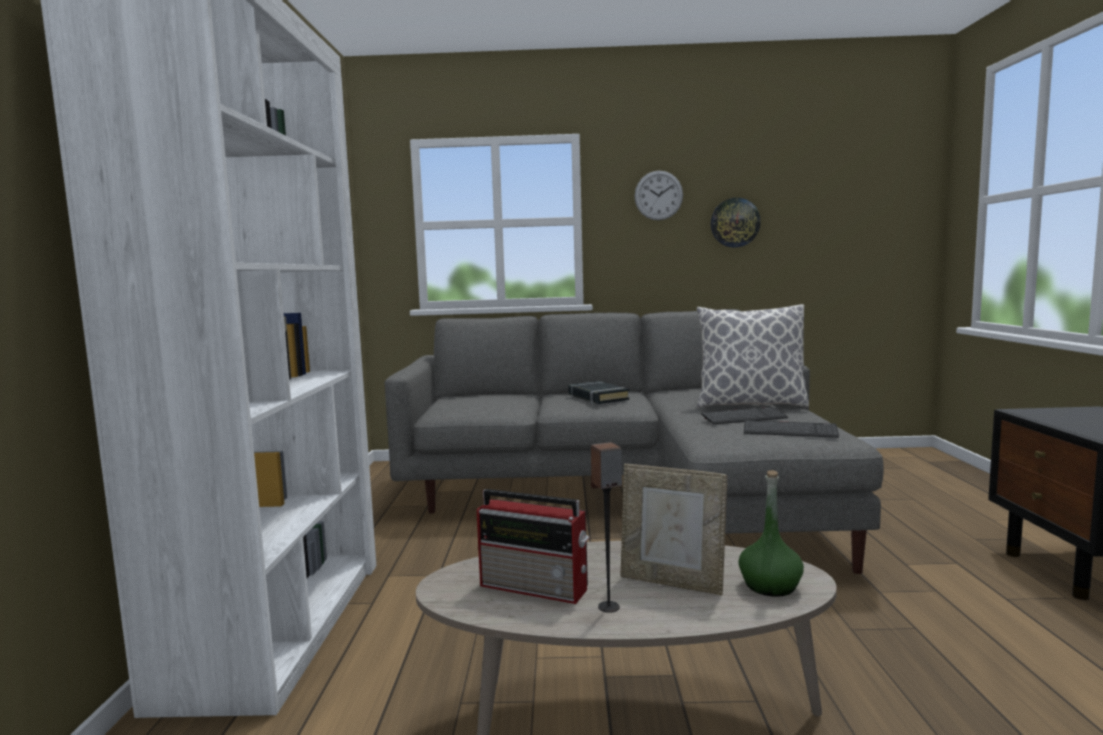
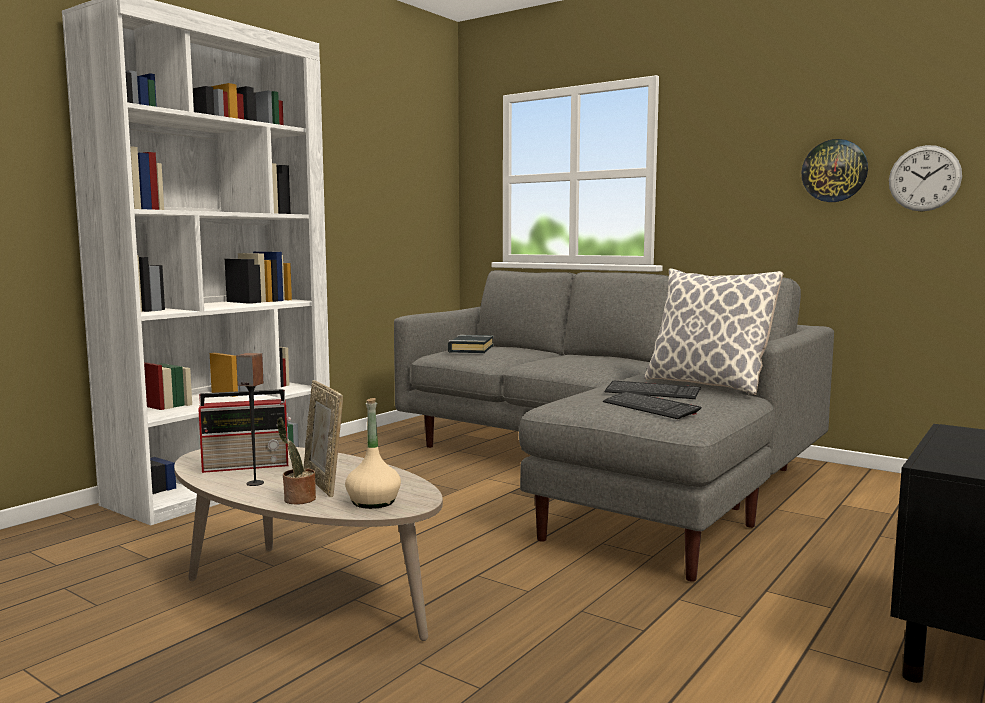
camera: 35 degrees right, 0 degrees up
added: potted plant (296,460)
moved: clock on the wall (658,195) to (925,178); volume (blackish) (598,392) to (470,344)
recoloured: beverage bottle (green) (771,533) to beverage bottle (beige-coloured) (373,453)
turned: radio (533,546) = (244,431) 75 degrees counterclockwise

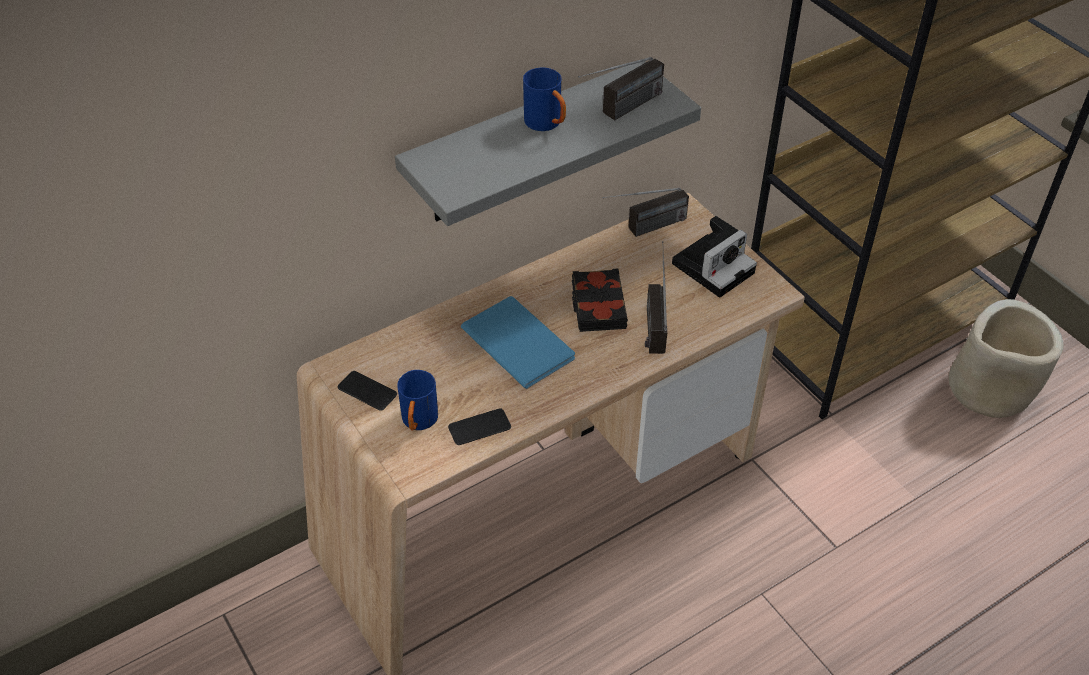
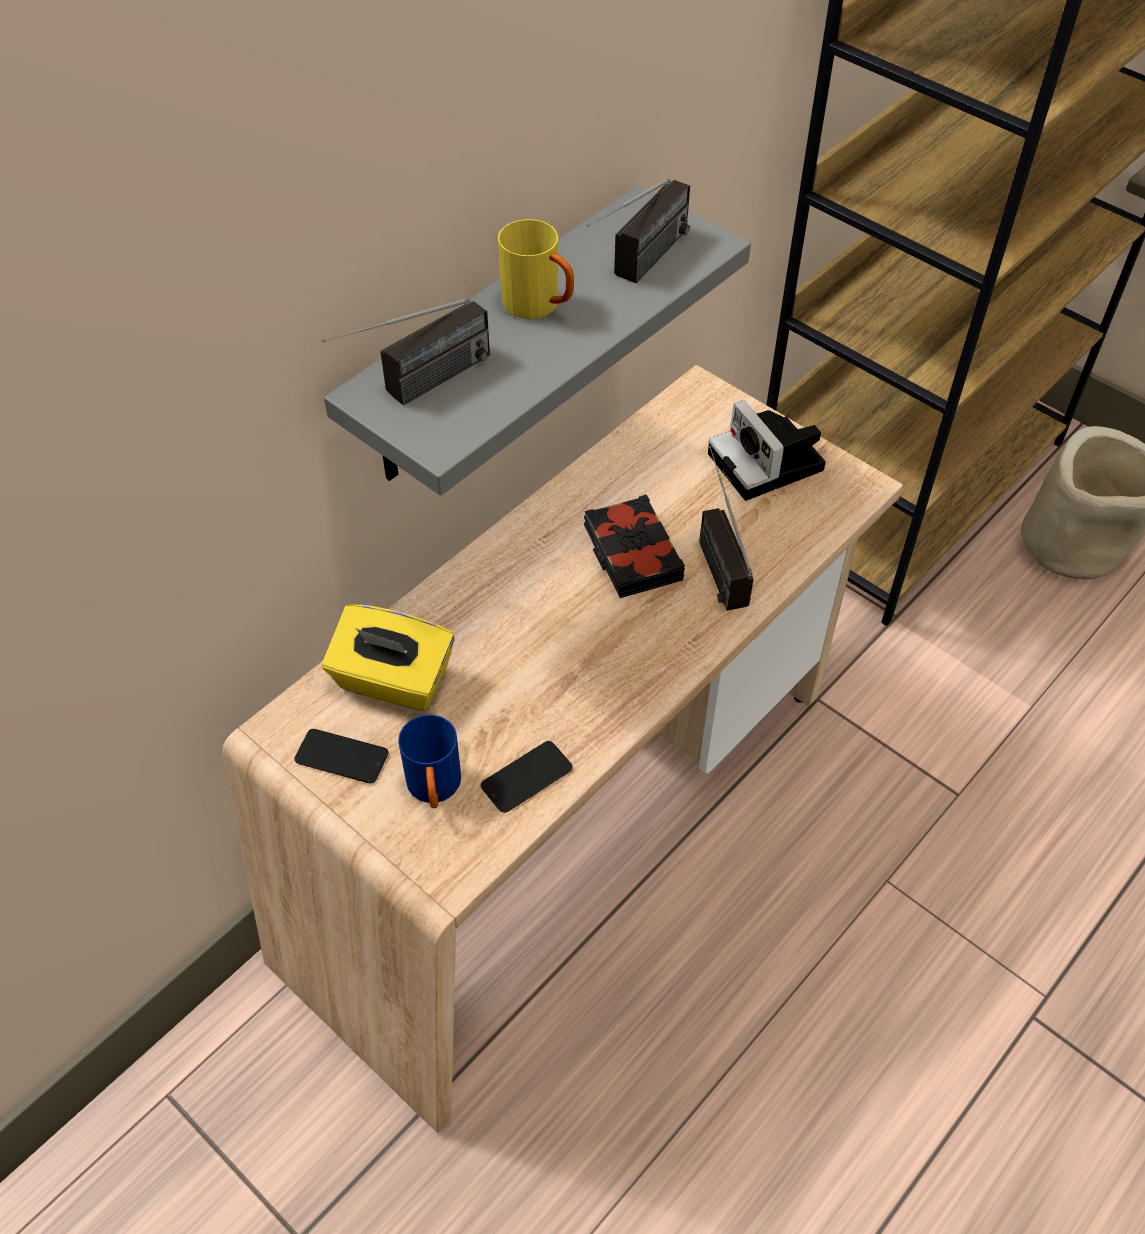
camera: 15 degrees left, 5 degrees up
removed: volume (blue) (518,342)
added: tissue box (yellowish) (388,658)
moved: radio (645,212) to (406,352)
recoloured: mug (blue) (544,99) to mug (yellowish) (536,269)
turned: still camera (714,257) = (767,450) 120 degrees clockwise

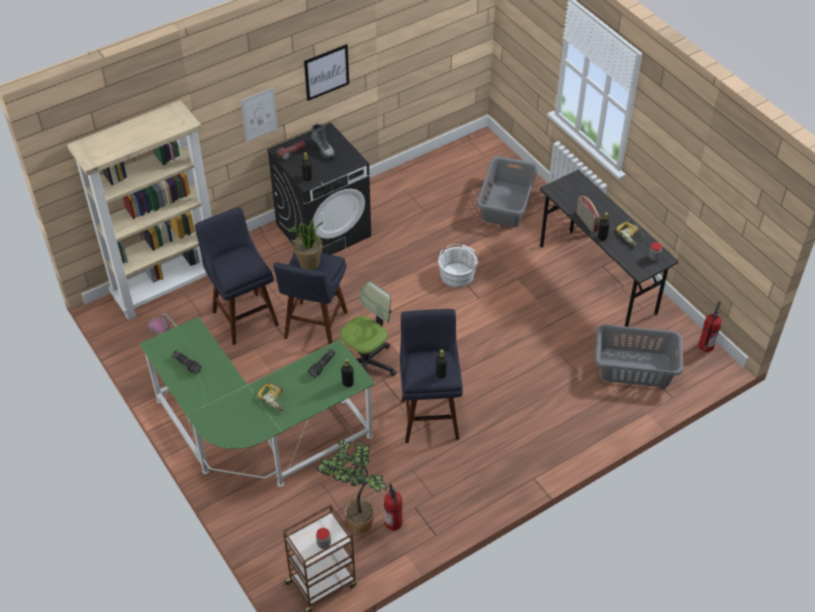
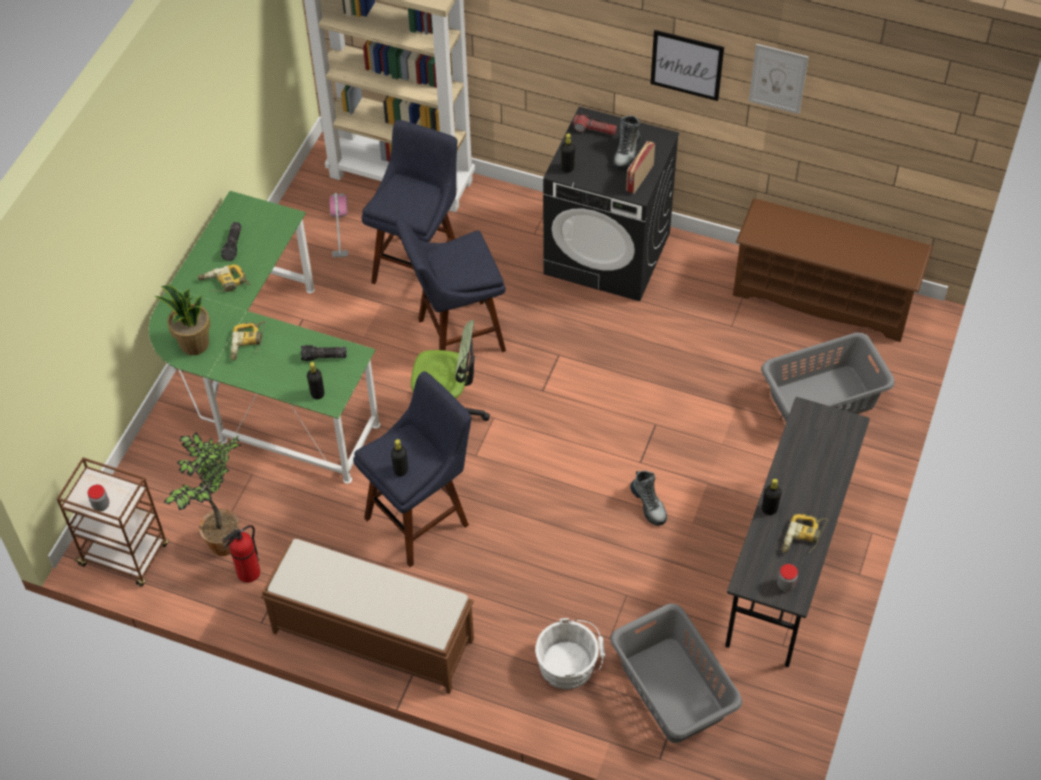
camera: 55 degrees right, 5 degrees up
removed: fire-fighting cylinder (710,326)
added: shoe stand (brown) (833,270); drill (224,278); tall boot (648,498); indoor bench (brown) (367,616)
moved: wall picture (259,115) to (779,79); radio (588,214) to (640,167); potted plant (306,245) to (182,320); pail (whitish) (459,266) to (570,653)

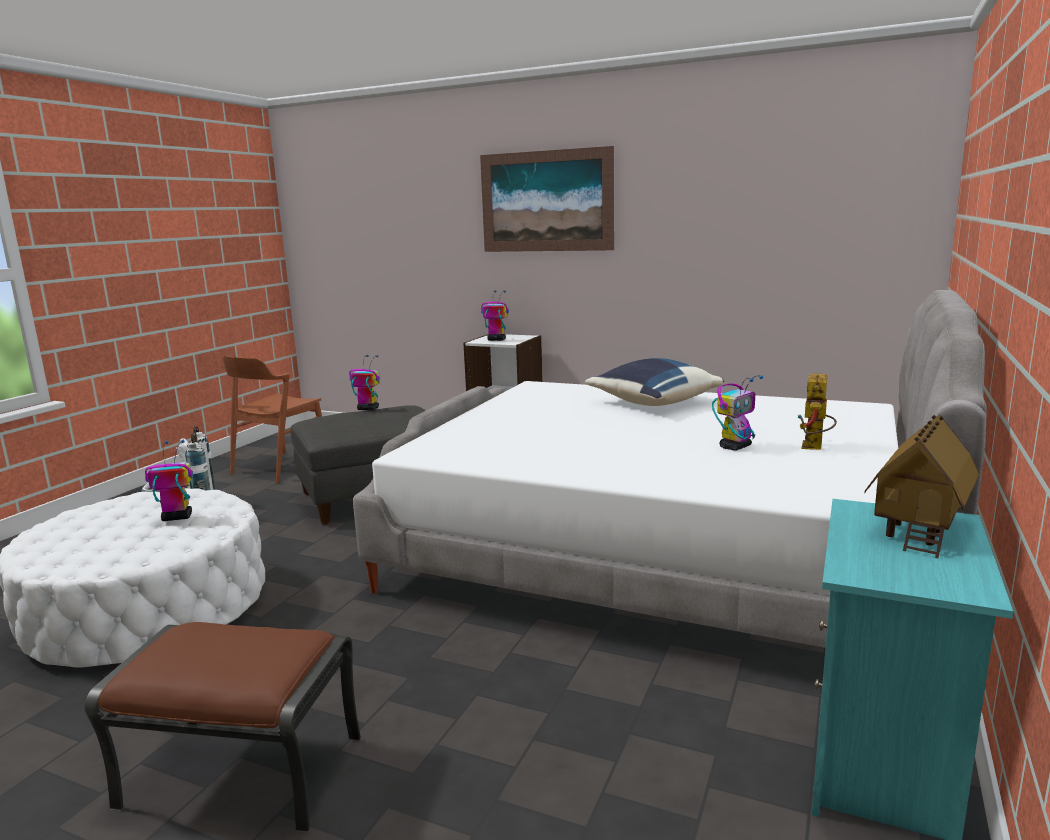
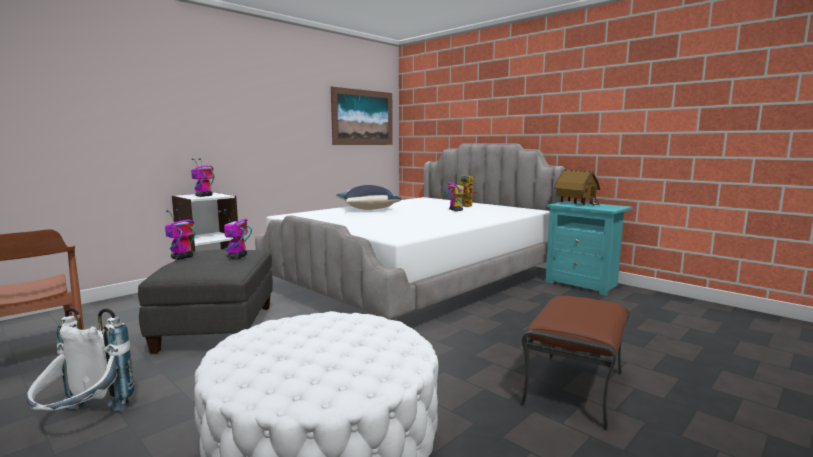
camera: 70 degrees left, 5 degrees down
moved: wall picture (547,199) to (362,116); model robot (169,480) to (235,234)

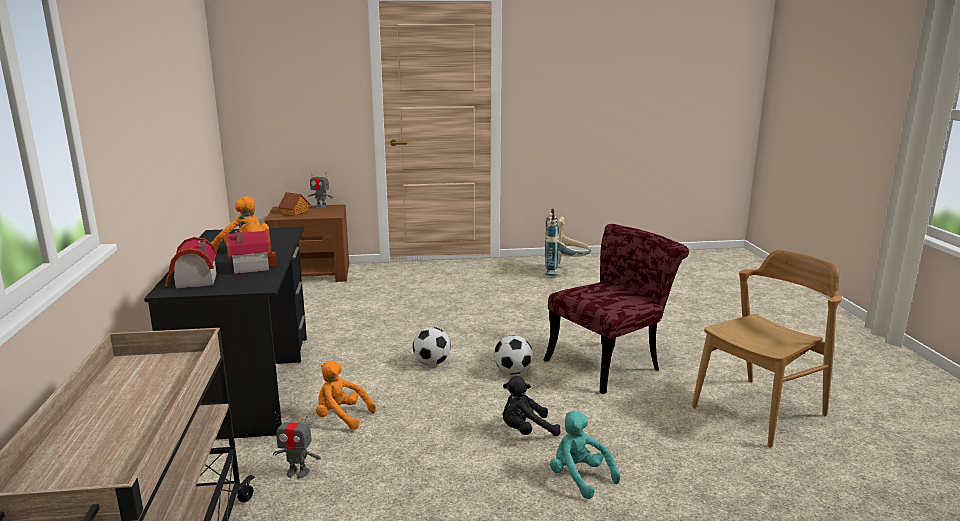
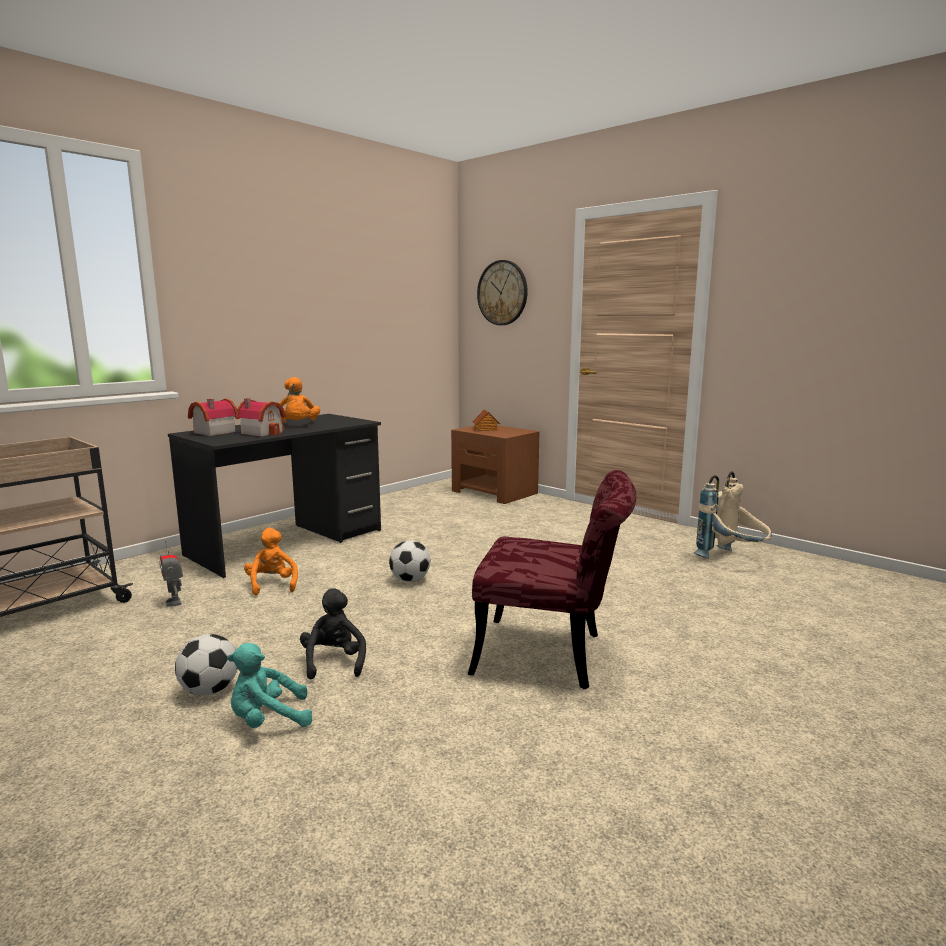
camera: 50 degrees right, 5 degrees down
removed: model robot (321,189); upright chair (brown) (767,349)
added: clock on the wall (502,292)
moved: football (513,354) to (206,665)
turned: plush toy (blackish) (531,406) = (333,633) 45 degrees clockwise; plush toy (blue-green) (585,455) = (269,685) 120 degrees counterclockwise

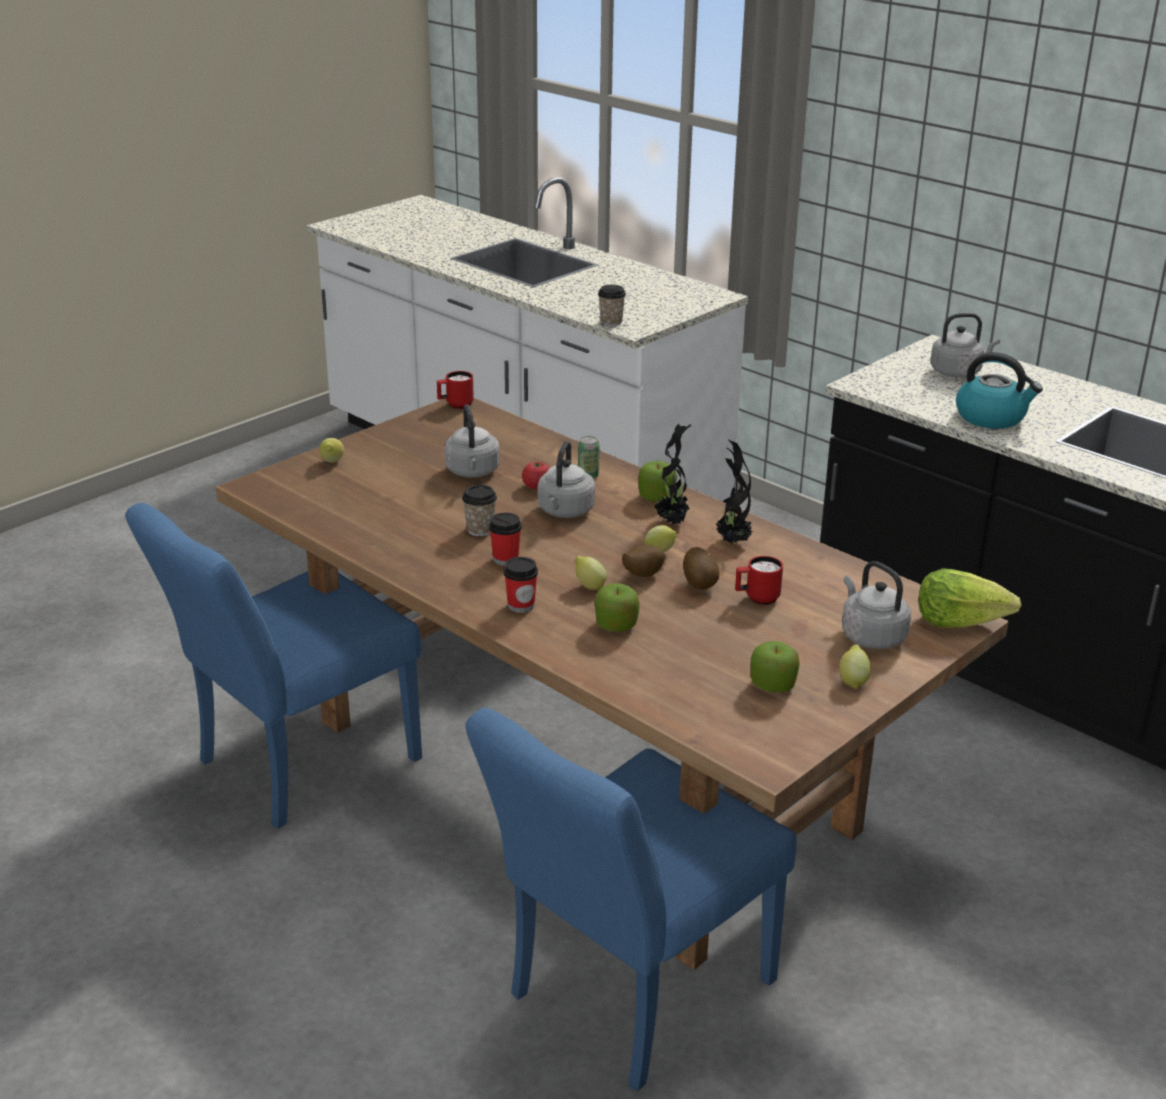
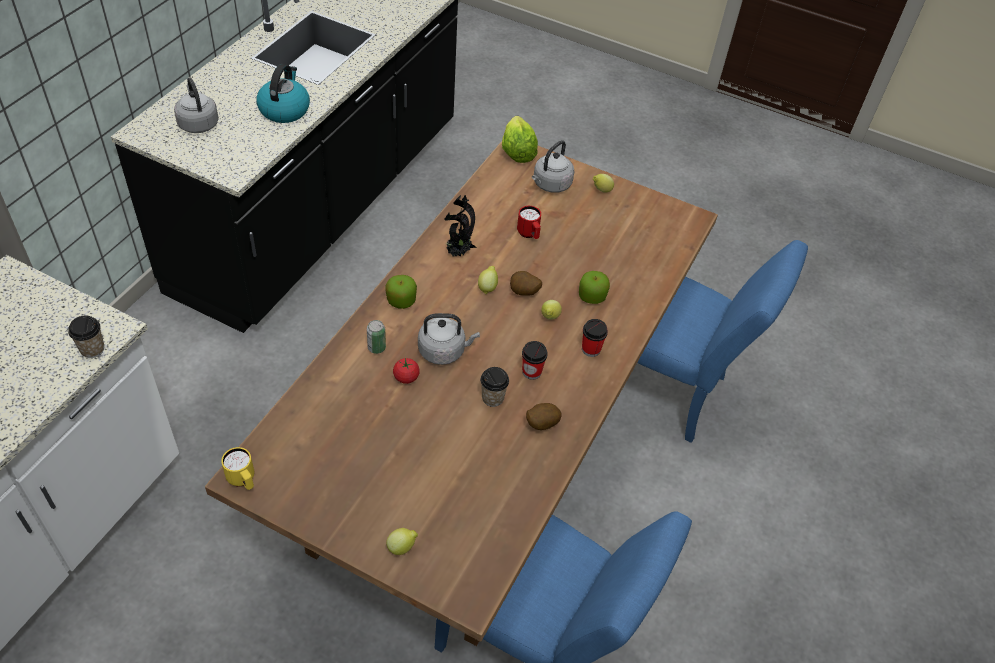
camera: 110 degrees left, 20 degrees up
removed: water kettle (gray) (472,441); potted plant (673,474); apple fruit (775,667)
moved: spud (701,568) to (544,416)
recoloured: mug (reddish) (455,390) to mug (yellowish) (237,468)

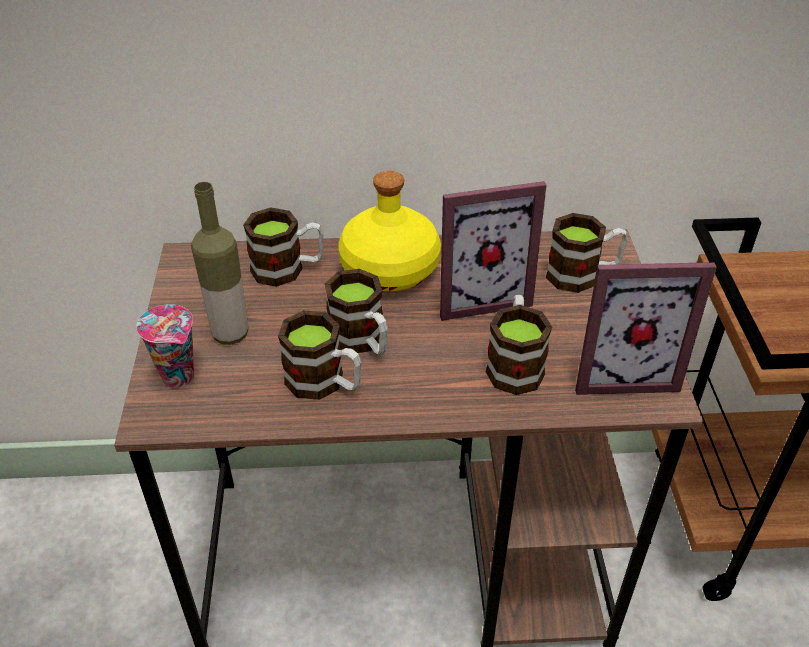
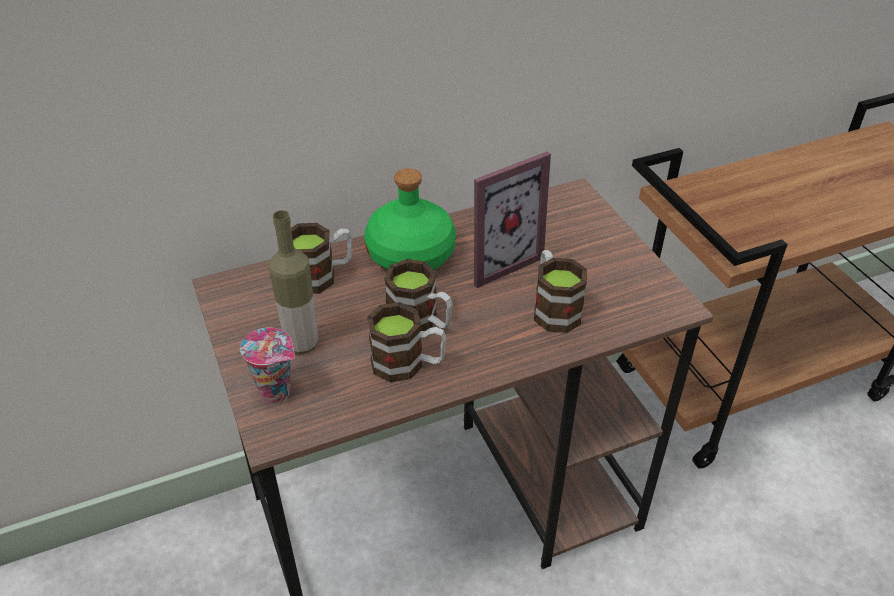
camera: 20 degrees left, 0 degrees up
removed: mug (587,253); picture frame (646,328)
recoloured: beverage bottle (yellowish) (389,231) to beverage bottle (green) (410,219)

